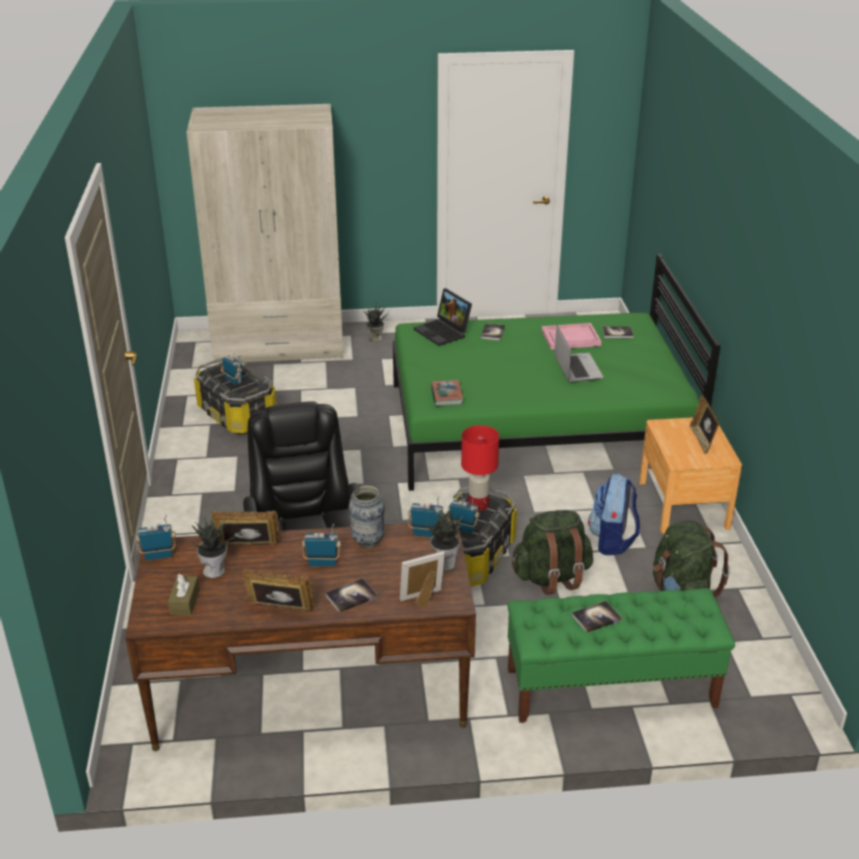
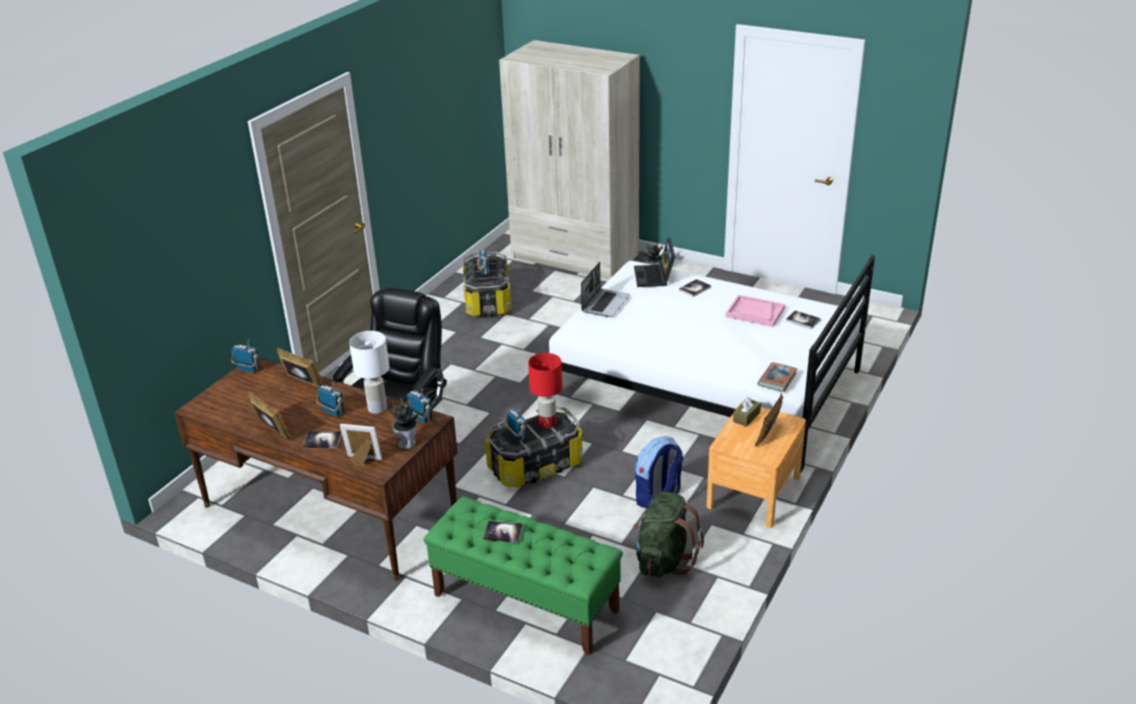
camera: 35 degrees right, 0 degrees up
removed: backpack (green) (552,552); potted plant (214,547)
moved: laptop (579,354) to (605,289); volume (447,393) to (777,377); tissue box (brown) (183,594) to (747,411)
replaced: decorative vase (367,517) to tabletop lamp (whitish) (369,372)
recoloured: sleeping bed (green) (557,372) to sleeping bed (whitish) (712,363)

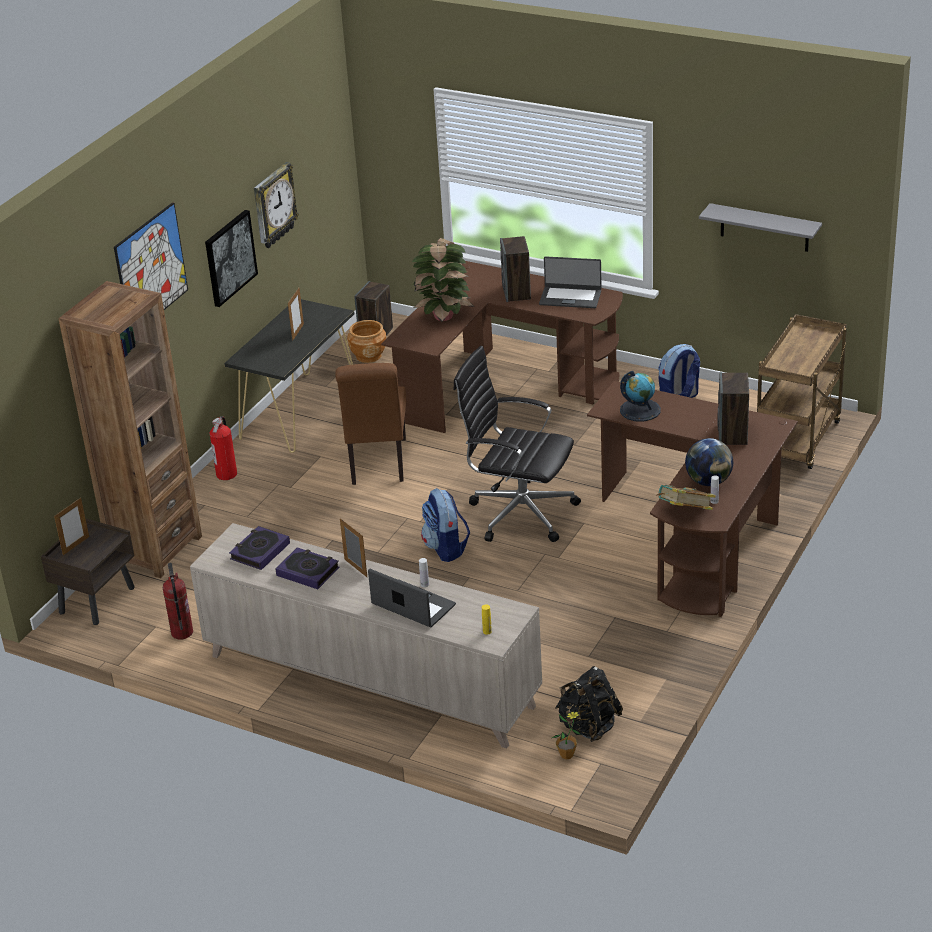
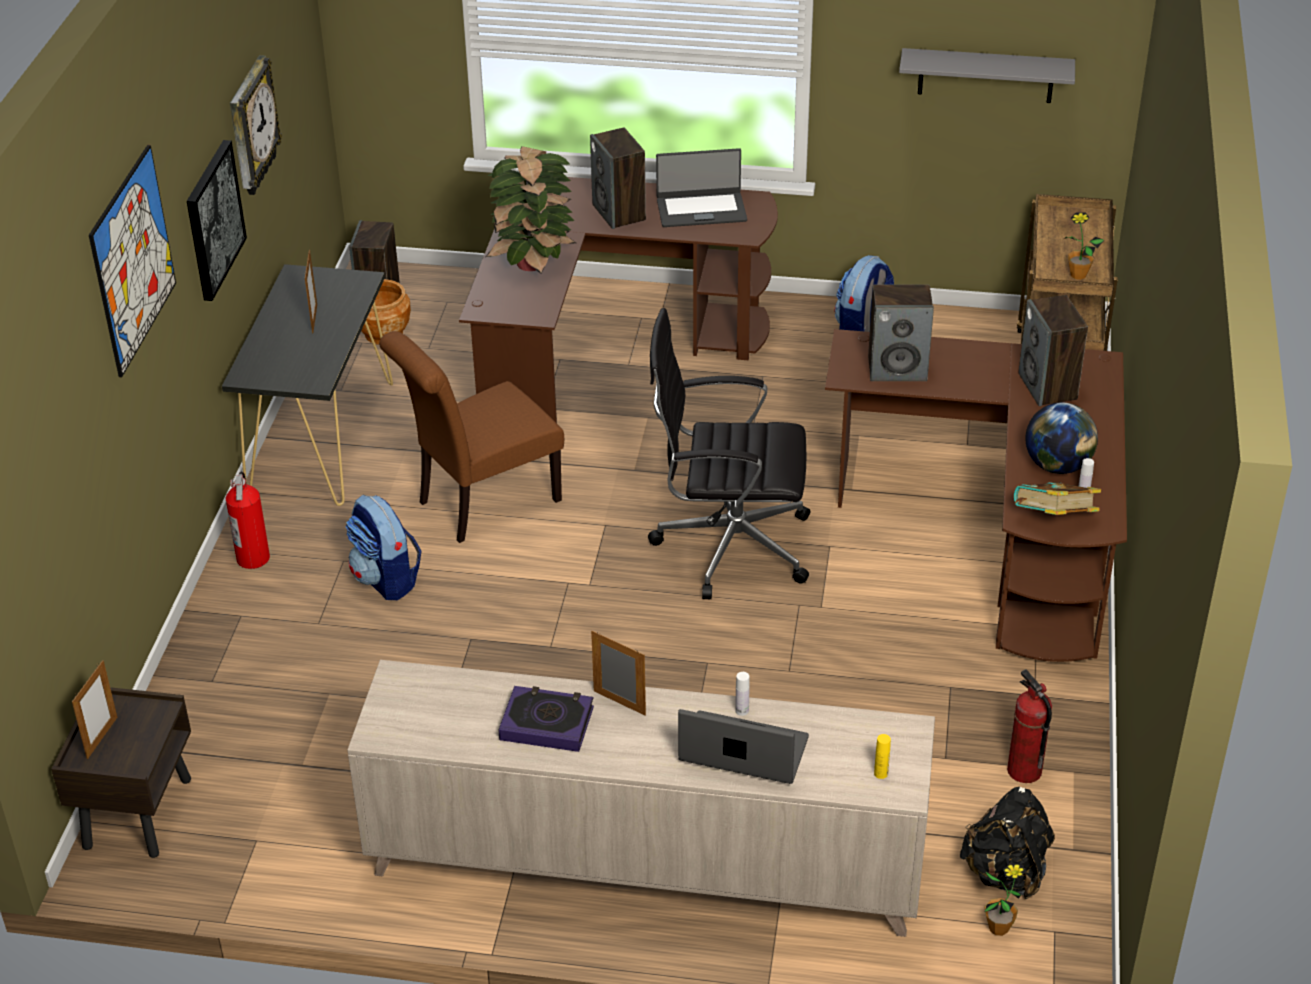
camera: 20 degrees left, 5 degrees up
removed: shelving unit (brown) (130,429); volume (259,548)
added: potted plant (1084,246)
moved: backpack (445,525) to (383,547); fire-fighting cylinder (178,601) to (1029,726)
replaced: desk globe (640,396) to audio speaker (901,332)
turned: upright chair (brown) (370,424) = (471,437) 75 degrees clockwise

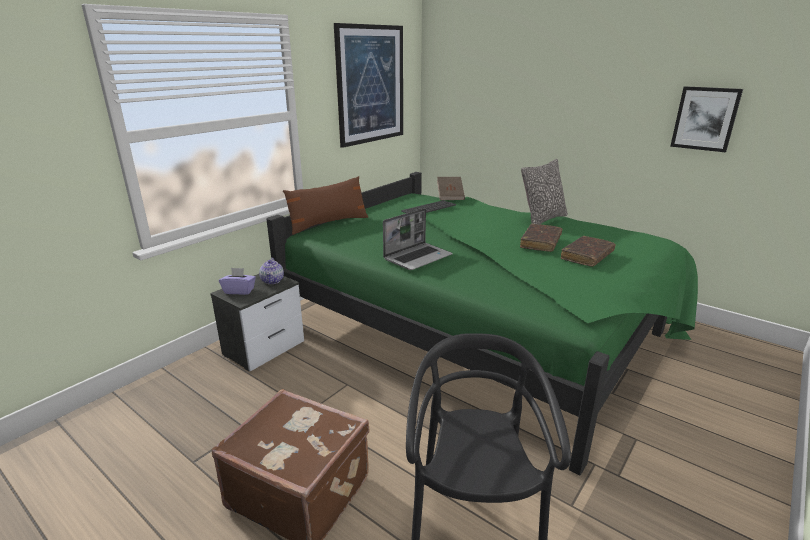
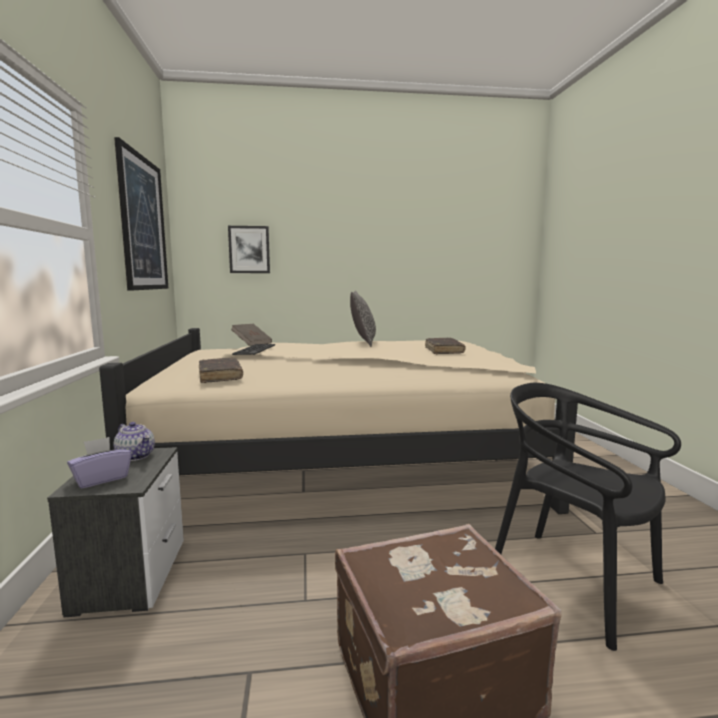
camera: 45 degrees left, 15 degrees down
removed: cushion (brown) (325,205); laptop (418,239)
moved: wall picture (706,119) to (249,249); volume (brown) (541,238) to (221,370)
recoloured: sleeping bed (green) (482,323) to sleeping bed (beige-coloured) (338,421)

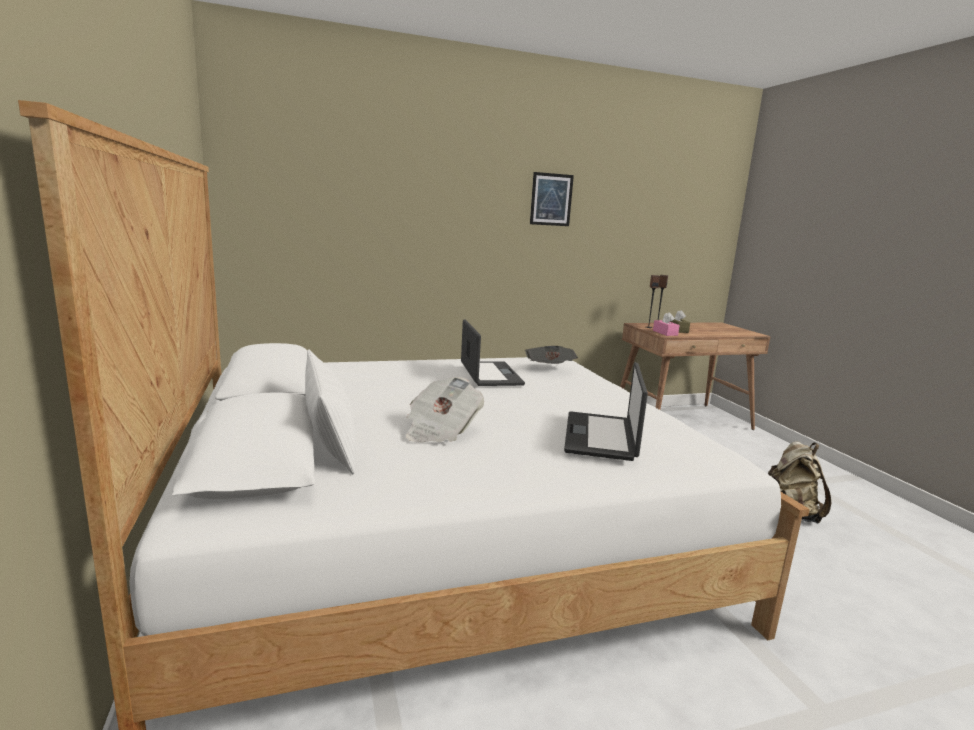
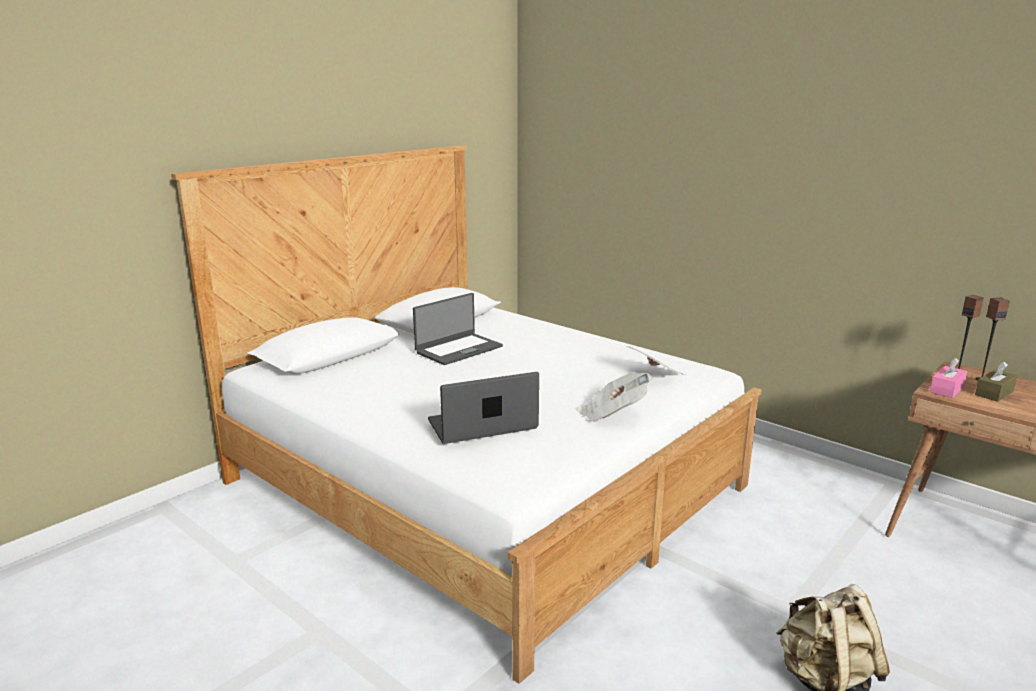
camera: 60 degrees right, 5 degrees up
removed: wall picture (552,199); cushion (whitish) (330,411)
moved: laptop (493,352) to (458,329); newspaper (445,409) to (614,397)

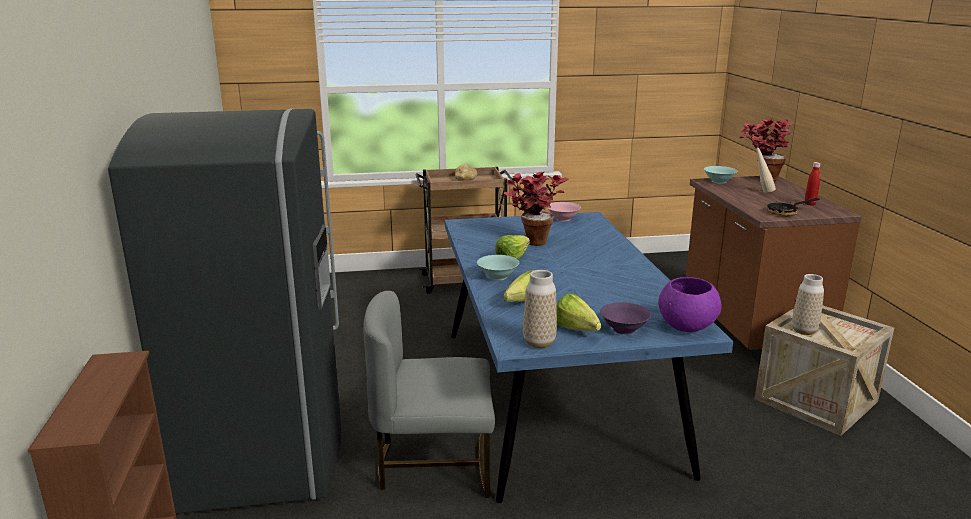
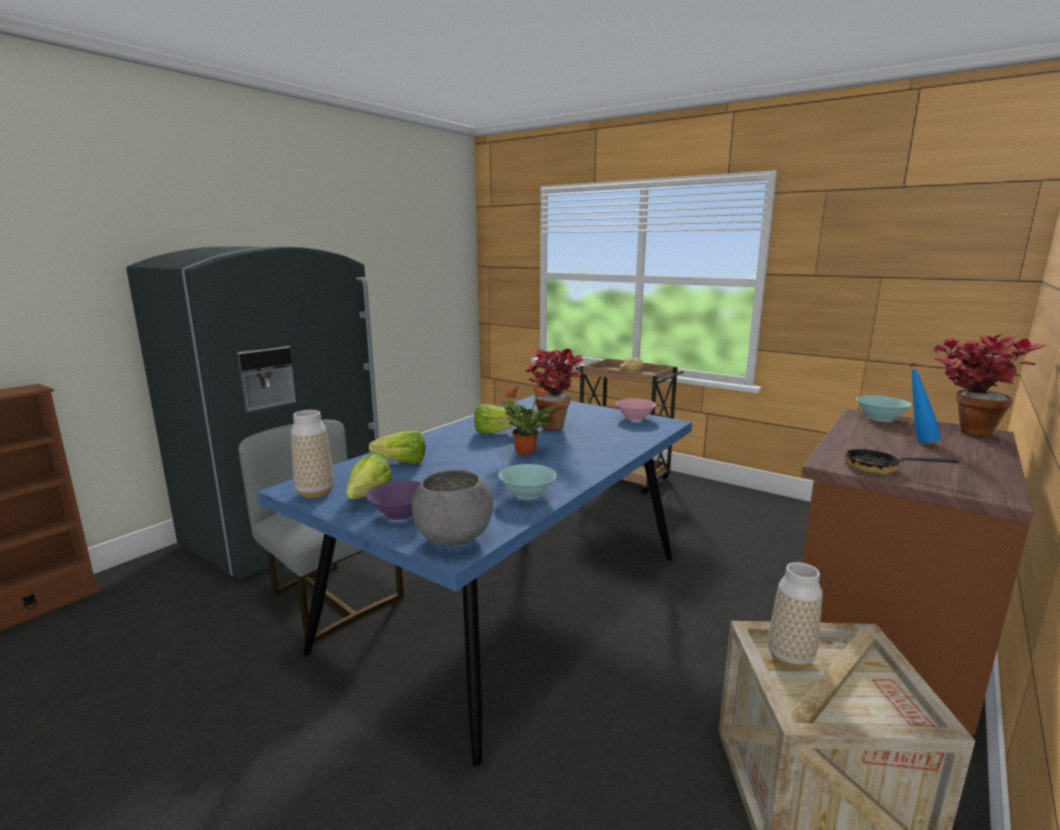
camera: 45 degrees right, 5 degrees down
removed: beverage bottle (reddish) (813,184)
added: potted plant (524,420)
moved: bowl (blue-green) (498,267) to (527,482)
recoloured: beverage bottle (beige-coloured) (765,168) to beverage bottle (blue) (925,403); bowl (purplish) (690,304) to bowl (gray) (452,507)

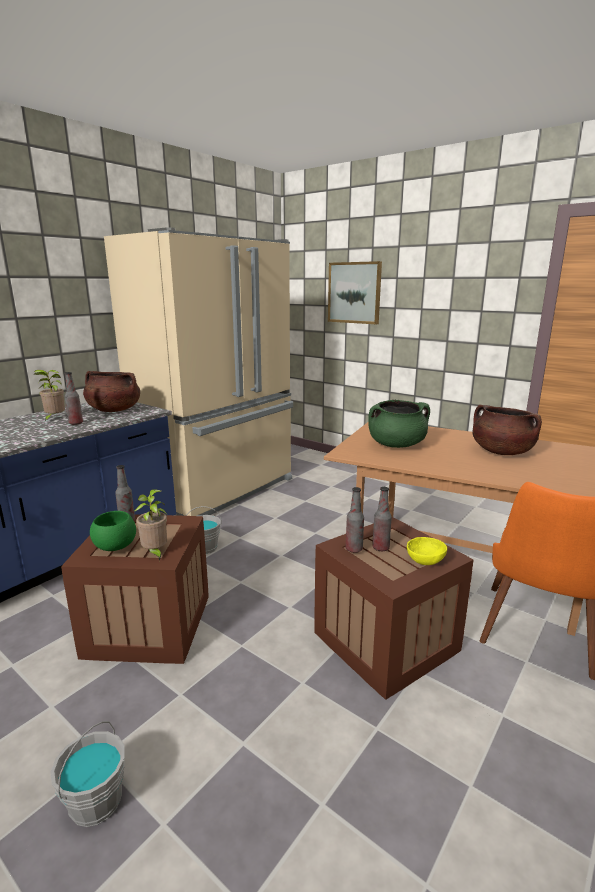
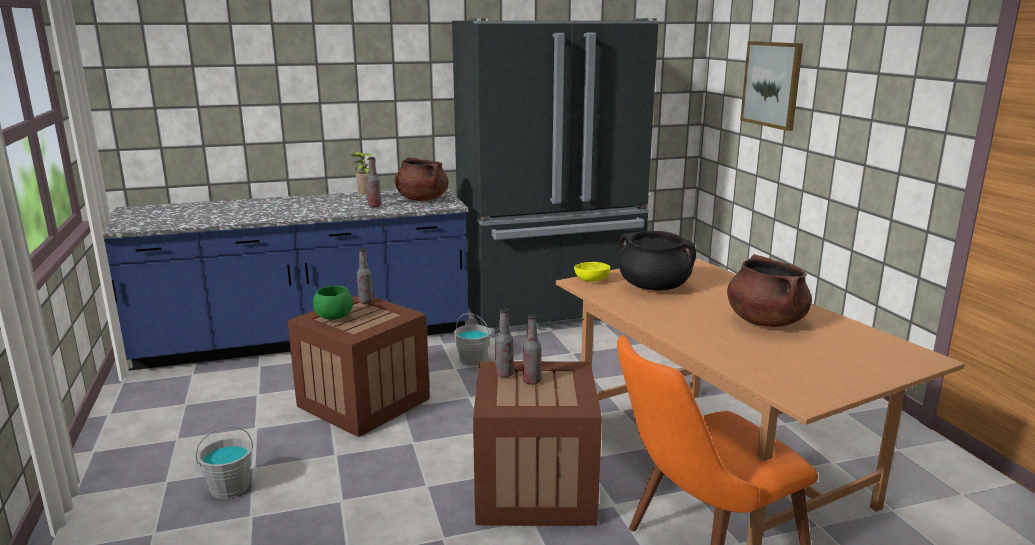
camera: 35 degrees right, 0 degrees up
removed: potted plant (151,525)
moved: bowl (yellowish) (427,551) to (592,272)
recoloured: fridge (beige-coloured) (198,371) to fridge (blackish) (555,178); stockpot (green) (399,424) to stockpot (blackish) (657,260)

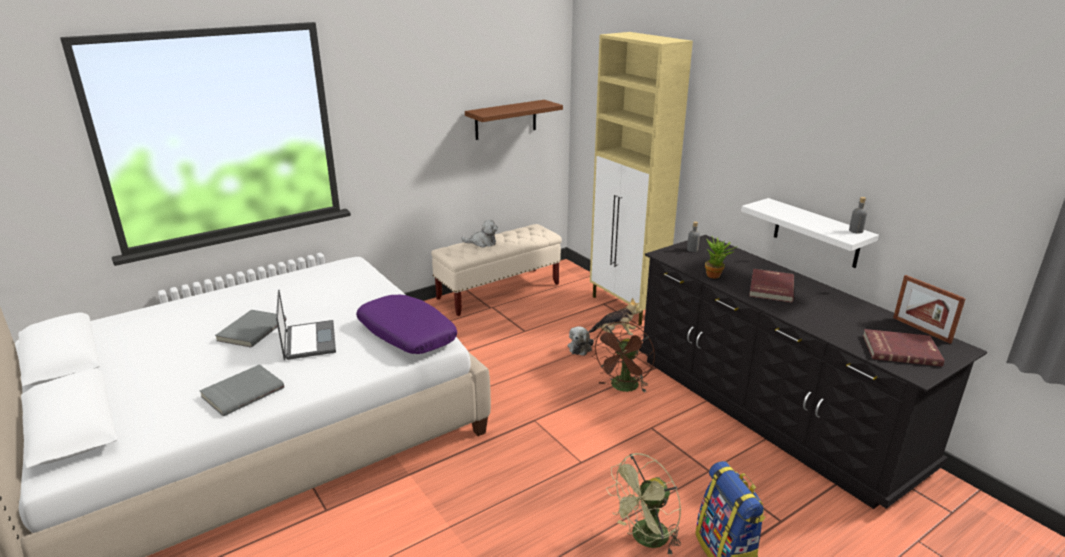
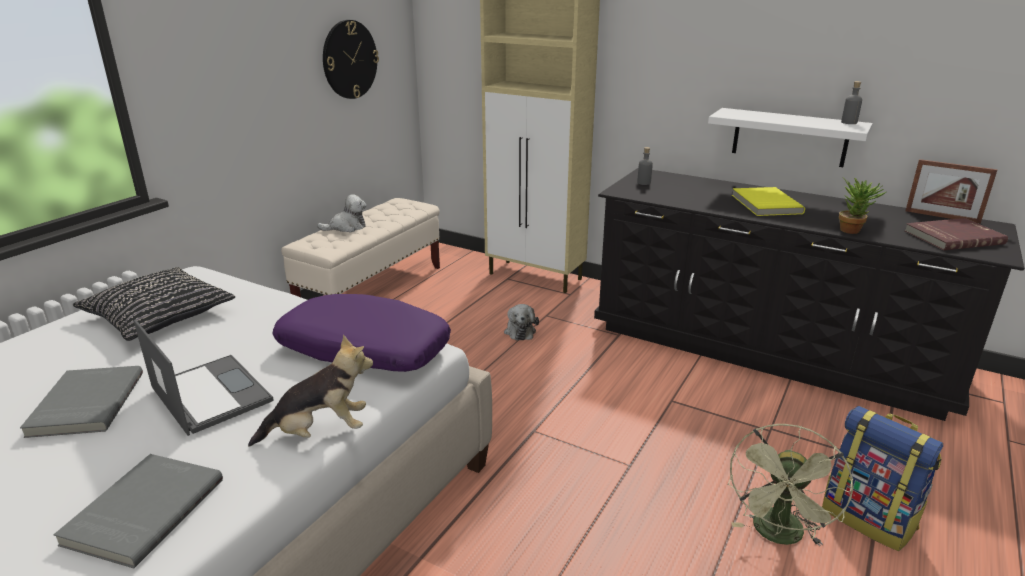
camera: 25 degrees left, 0 degrees up
removed: electric fan (brown) (623,357)
added: cushion (blackish) (154,304)
moved: potted plant (721,257) to (862,205); plush toy (615,316) to (310,391)
replaced: bracket shelf (brown) (514,120) to clock on the wall (351,59)
recoloured: volume (reddish) (771,286) to volume (yellowish) (768,201)

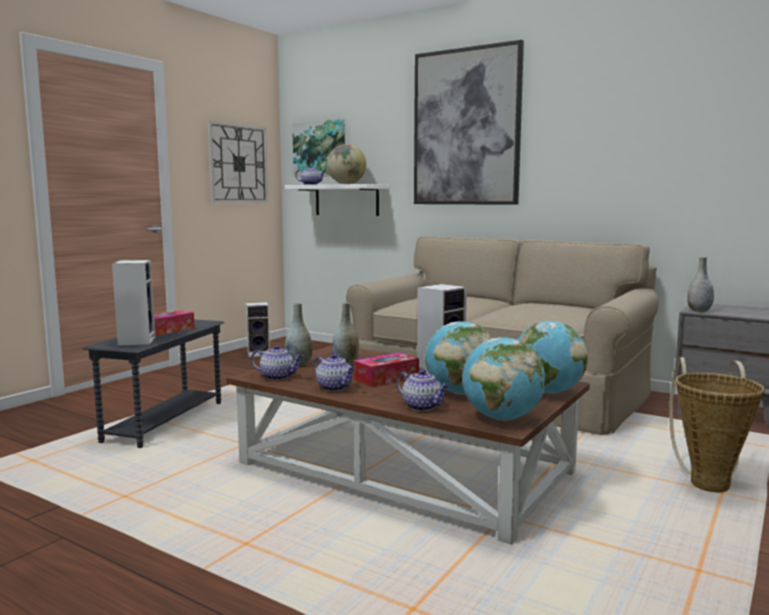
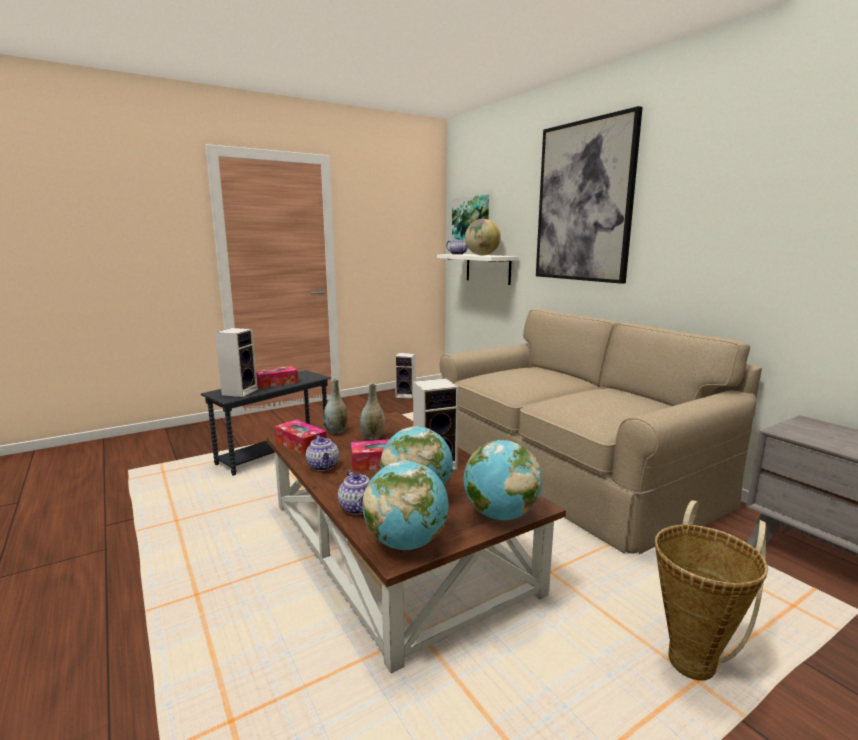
camera: 25 degrees right, 5 degrees up
removed: clock on the wall (237,162); decorative vase (gray) (700,284)
replaced: teapot (277,362) to tissue box (300,437)

